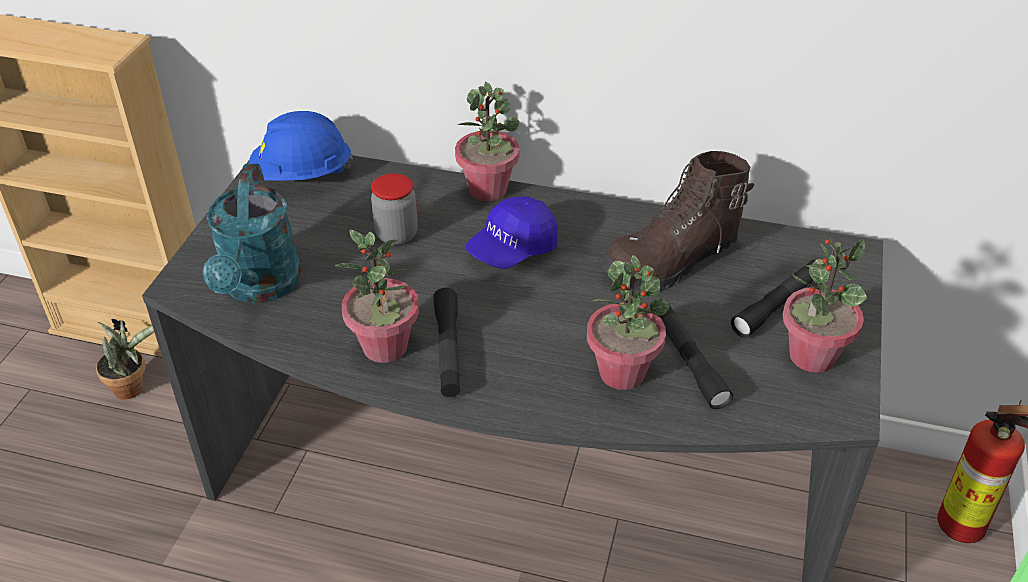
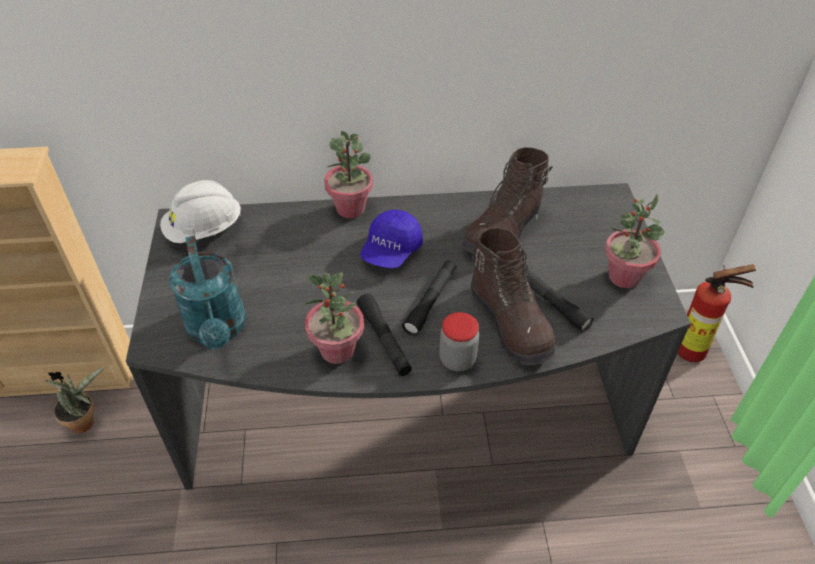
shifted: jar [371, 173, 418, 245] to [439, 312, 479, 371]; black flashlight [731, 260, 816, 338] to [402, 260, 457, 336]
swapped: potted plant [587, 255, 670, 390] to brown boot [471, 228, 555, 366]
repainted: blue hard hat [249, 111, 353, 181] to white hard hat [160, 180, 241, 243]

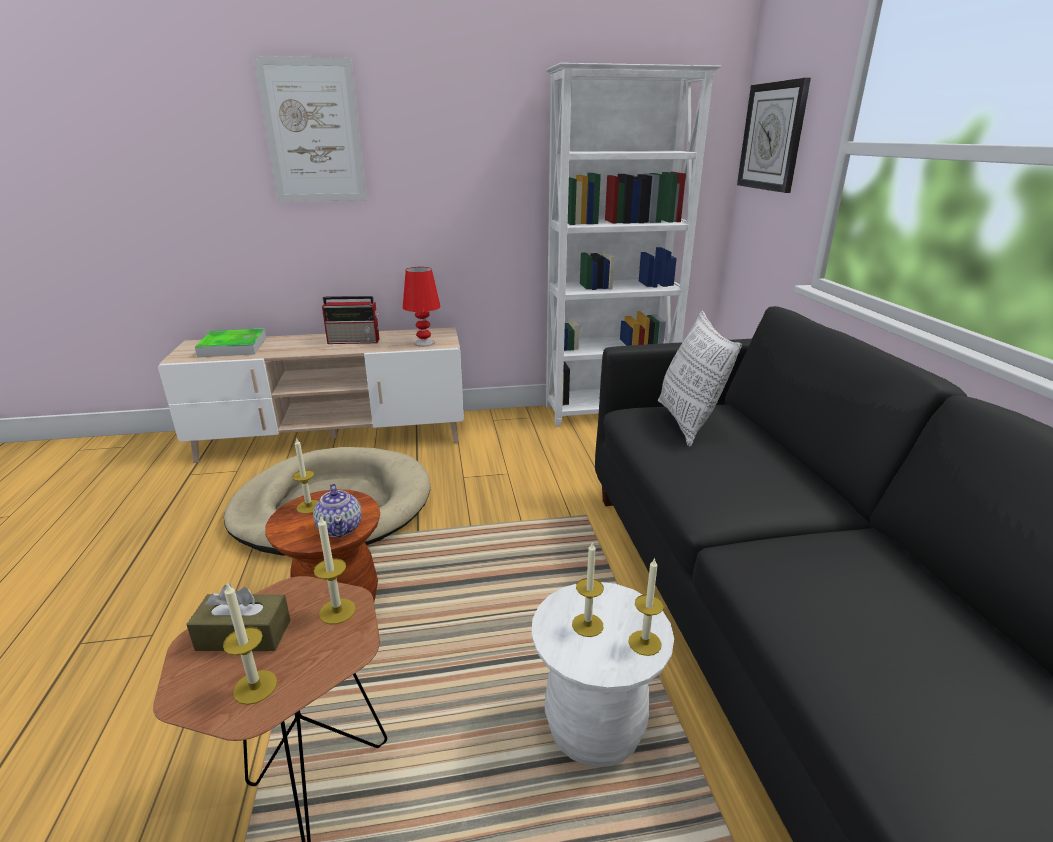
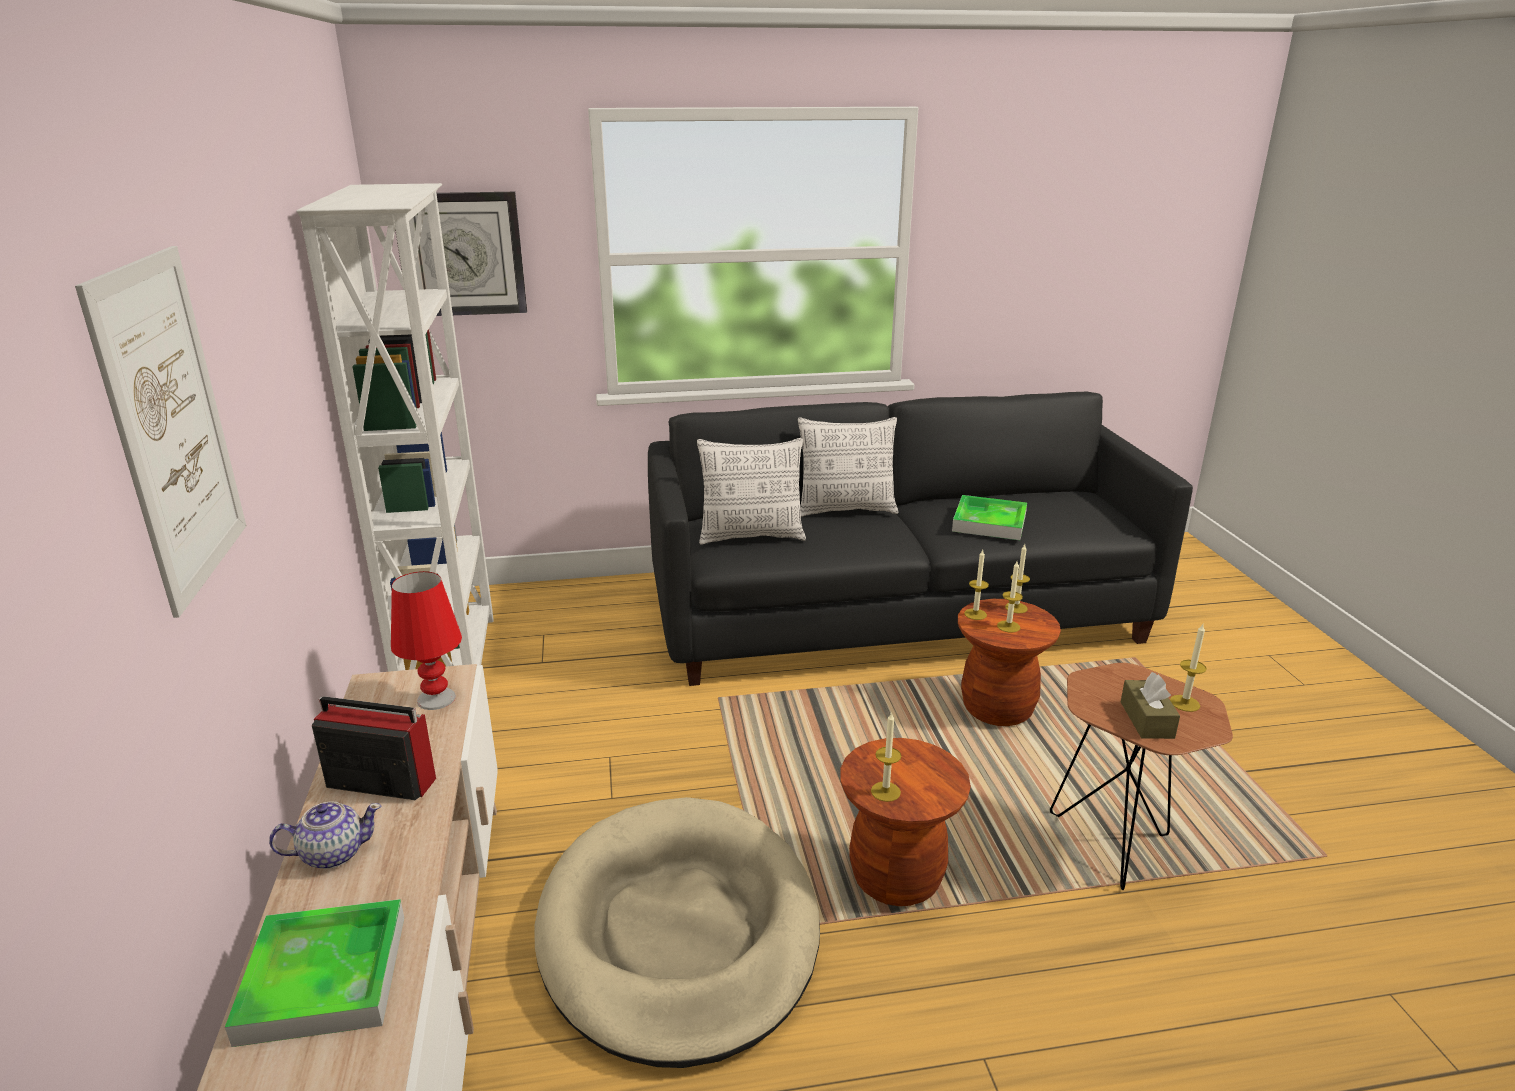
new: pillow [798, 417, 898, 517]; tray [952, 495, 1027, 540]
shifted: teapot [313, 484, 362, 537] to [269, 801, 381, 869]; candle [313, 515, 356, 624] to [964, 550, 989, 620]
repainted: white stool [532, 582, 674, 767] to brown stool [958, 599, 1061, 726]
rotated: radio [322, 296, 380, 344] = [312, 696, 436, 800] 75 degrees counterclockwise

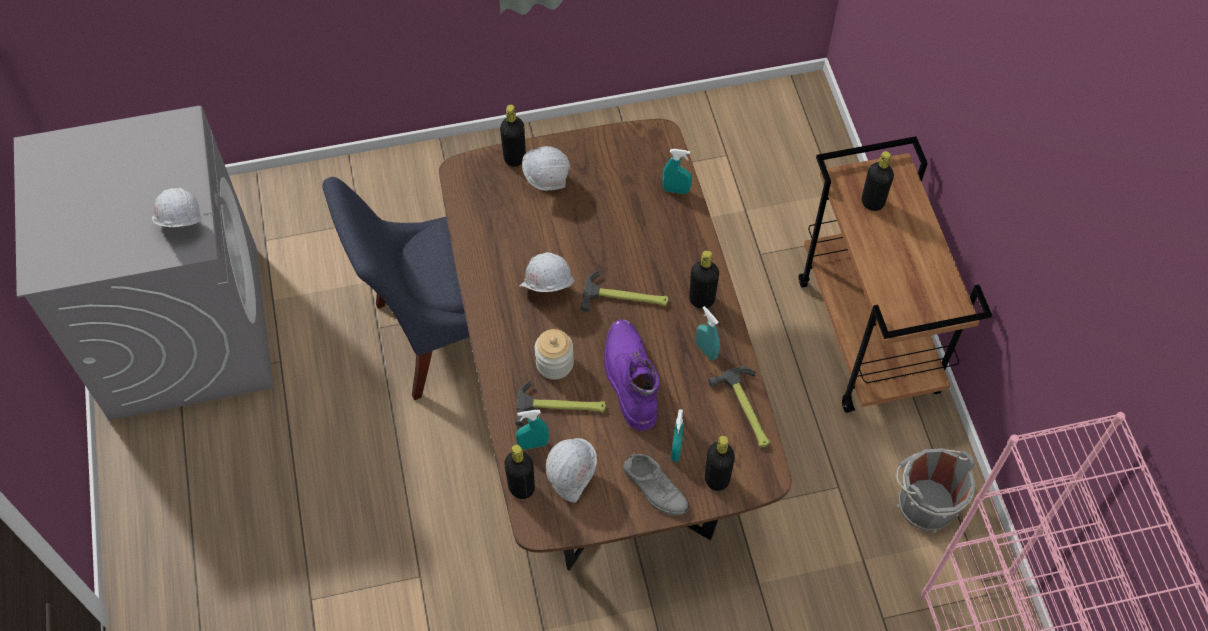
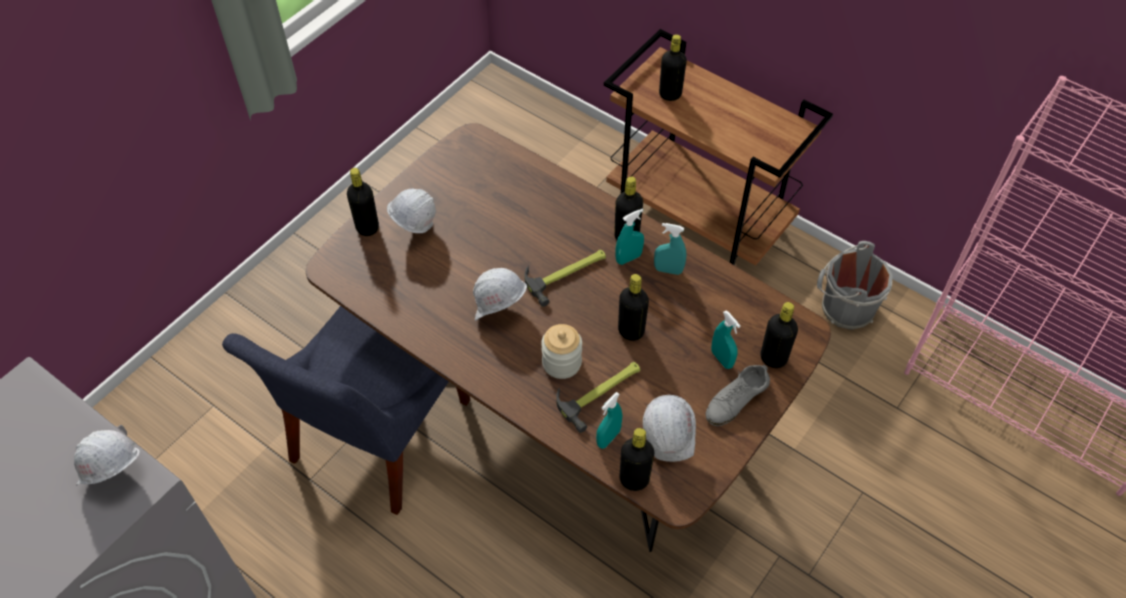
gone: hammer [708, 367, 770, 447]
shifted: turquoise spray bottle [662, 149, 692, 194] to [615, 209, 644, 265]
swapped: purple boot [604, 319, 660, 431] to black bottle [618, 274, 649, 341]
rotated: grey shoe [623, 453, 689, 515] = [706, 364, 770, 426] 135 degrees clockwise

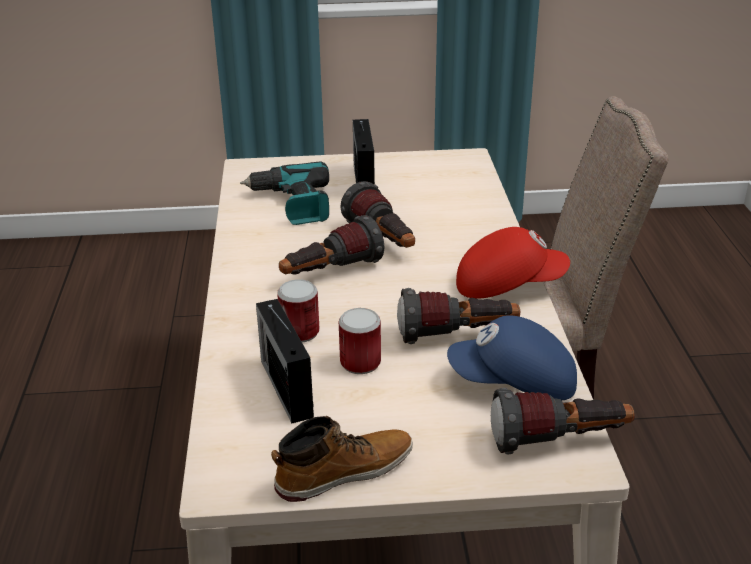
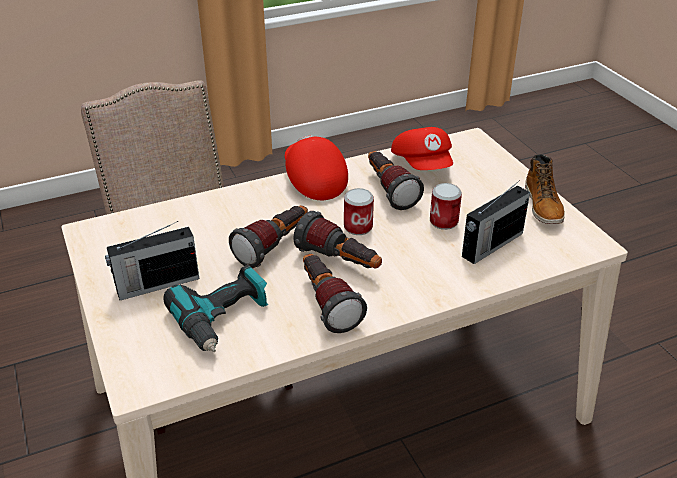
shifted: can [277, 279, 319, 343] to [344, 188, 374, 235]; flashlight [491, 388, 635, 454] to [303, 254, 367, 333]
repainted: blue cap [447, 315, 577, 400] to red cap [391, 127, 453, 170]
rotated: boot [271, 416, 413, 502] = [525, 154, 565, 224] 135 degrees counterclockwise

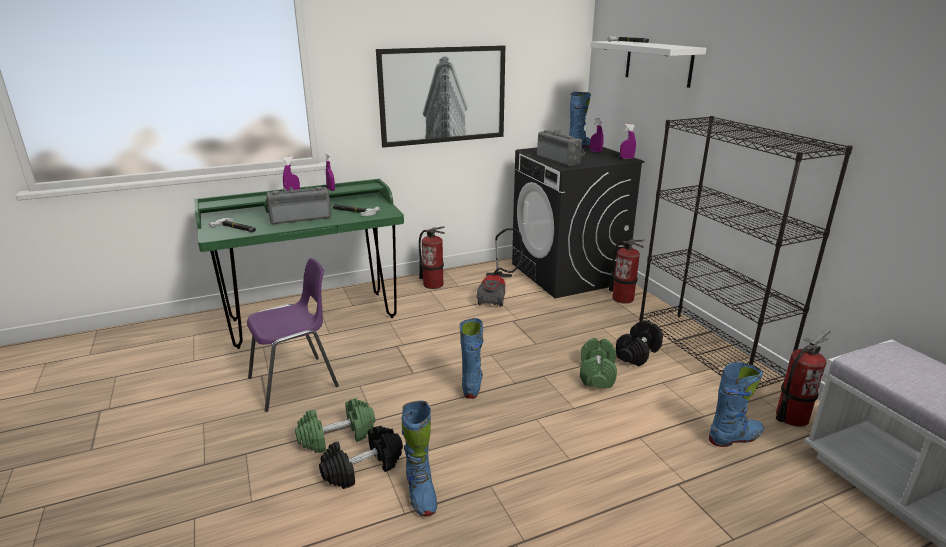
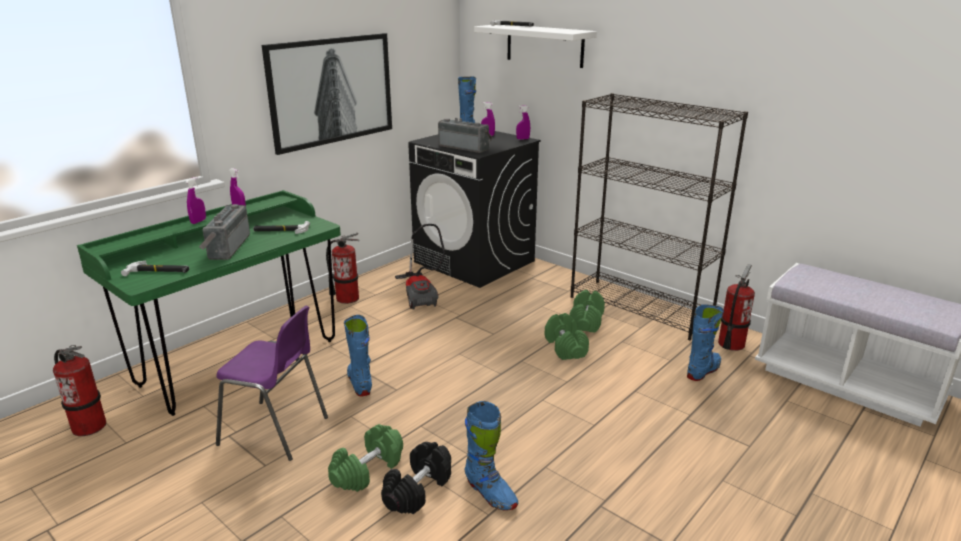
shifted: blue boot [460, 318, 484, 399] to [344, 315, 372, 397]; fire extinguisher [609, 239, 644, 304] to [53, 345, 106, 436]
repainted: black dumbbell [616, 320, 663, 367] to green dumbbell [569, 290, 605, 333]
rotated: purple chair [247, 258, 339, 412] = [216, 306, 328, 461] 75 degrees clockwise; radio [265, 187, 331, 224] = [199, 204, 250, 260] 45 degrees counterclockwise

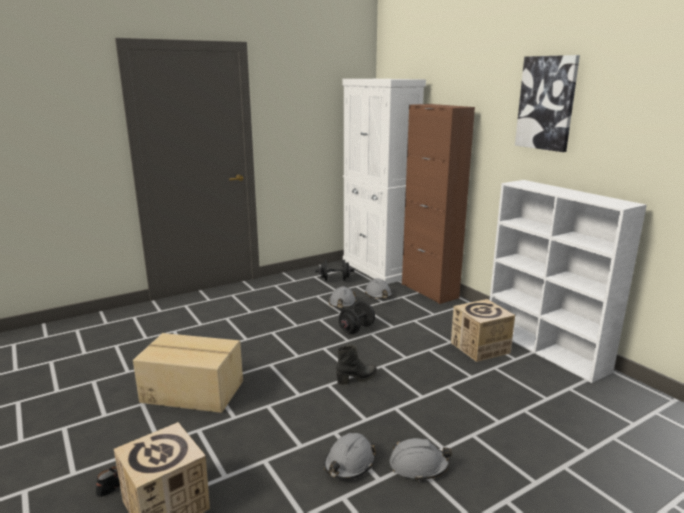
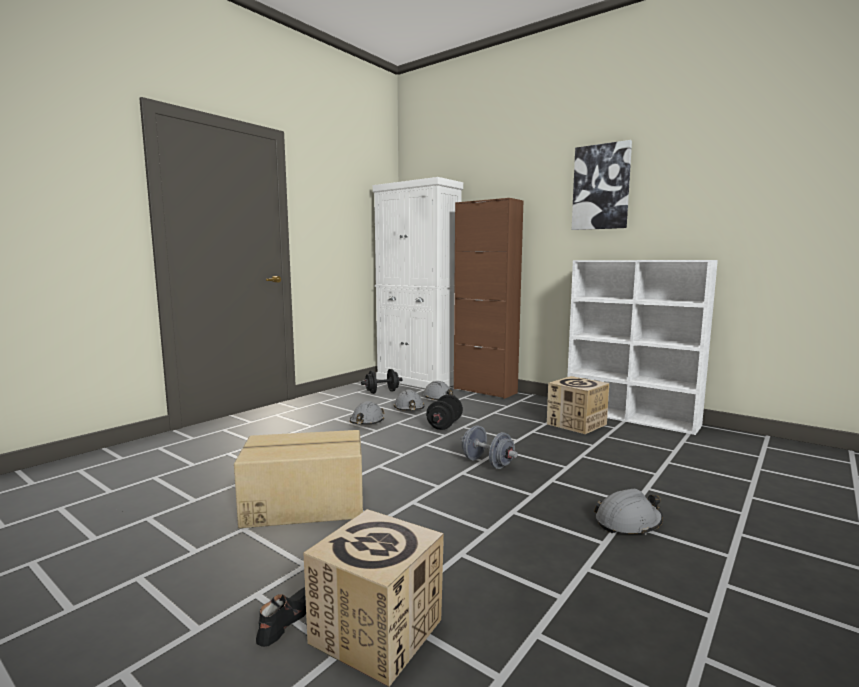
shifted: grey hard hat [324, 433, 376, 479] to [350, 401, 385, 424]
swapped: black boot [336, 345, 377, 385] to grey dumbbell [461, 425, 517, 469]

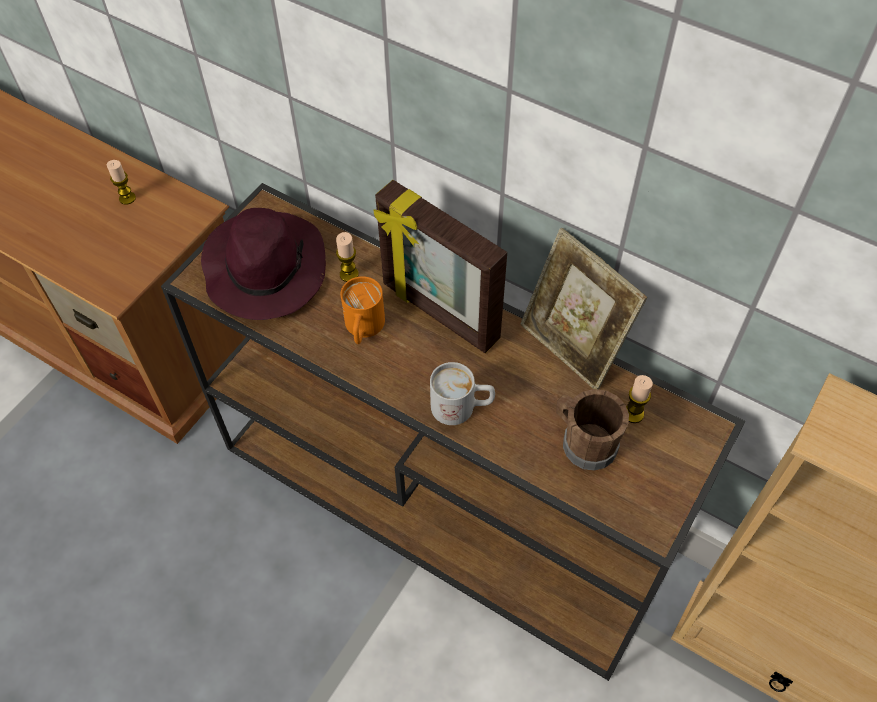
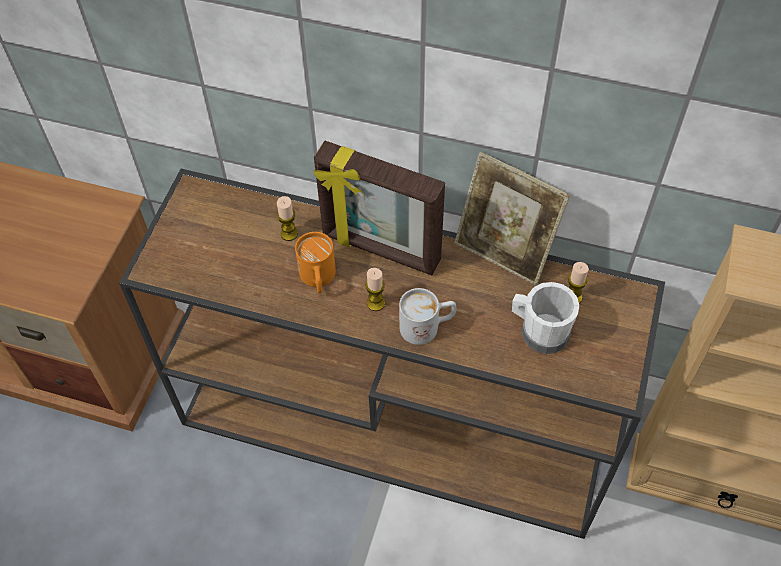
gone: purple hat [201, 208, 326, 320]
shifted: candle [107, 160, 136, 205] to [365, 268, 385, 311]
repainted: brown mug [556, 389, 629, 471] to white mug [512, 282, 579, 354]

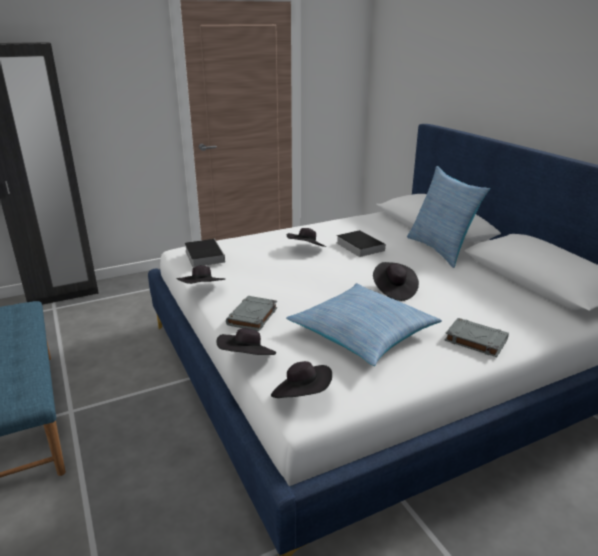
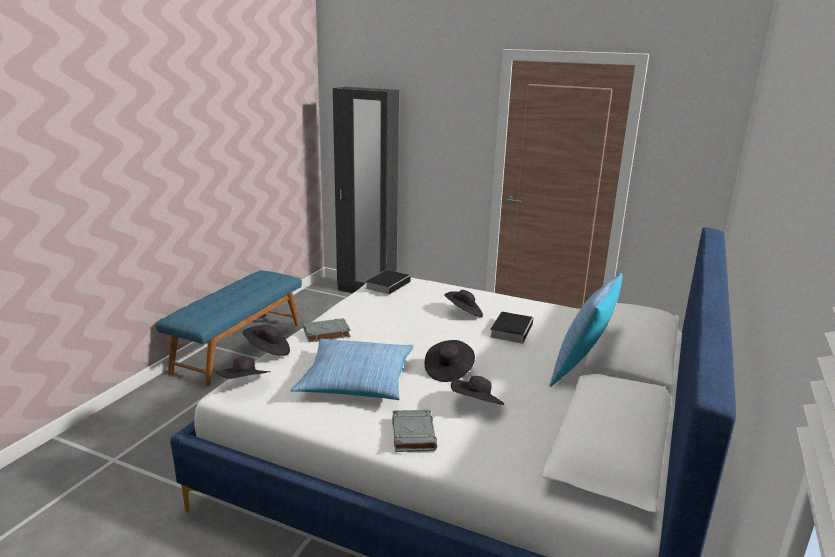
shifted: black hat [177, 265, 225, 284] to [451, 376, 504, 405]

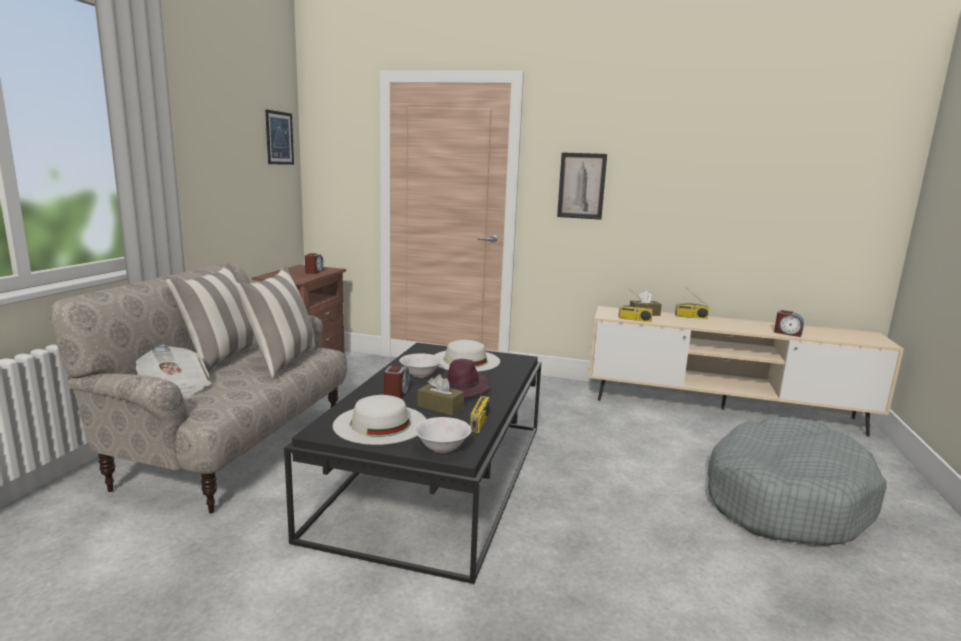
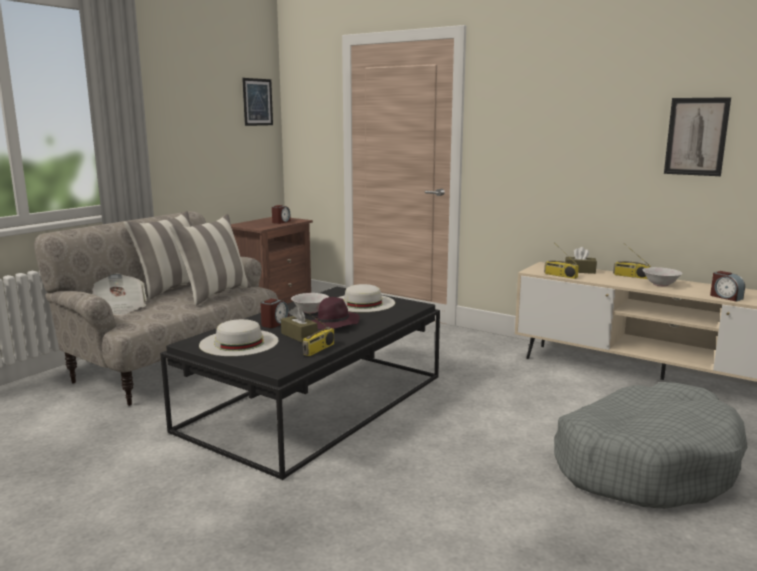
shifted: white bowl [414, 417, 472, 453] to [643, 267, 682, 286]; picture [557, 152, 607, 220] to [664, 97, 731, 176]

